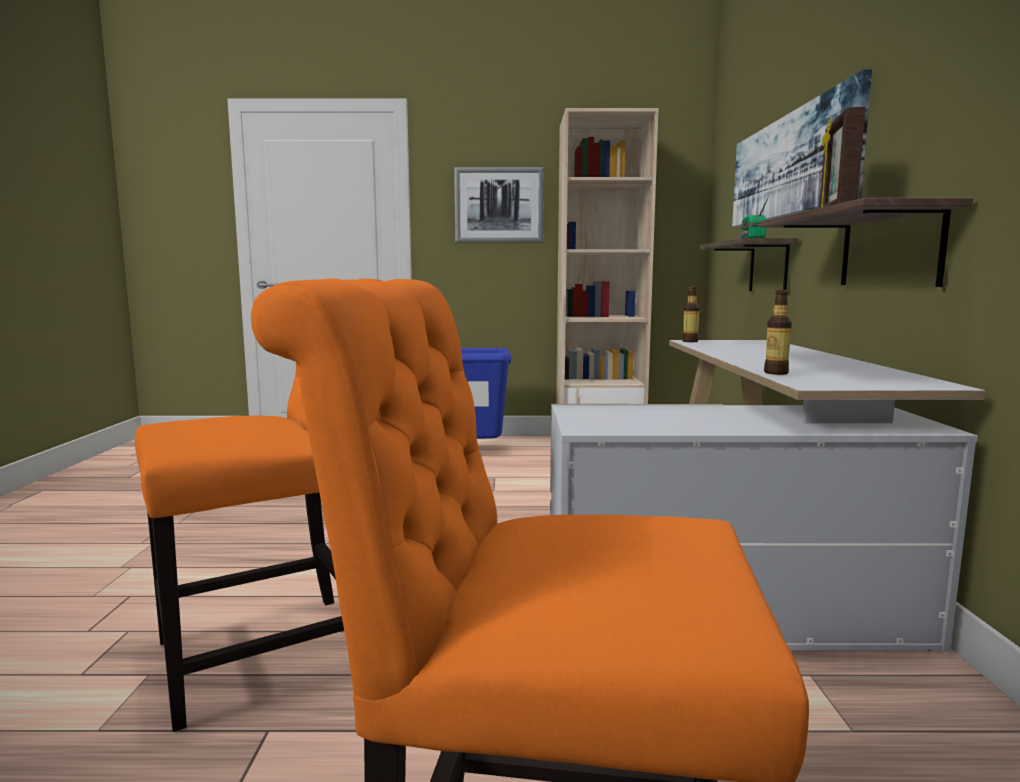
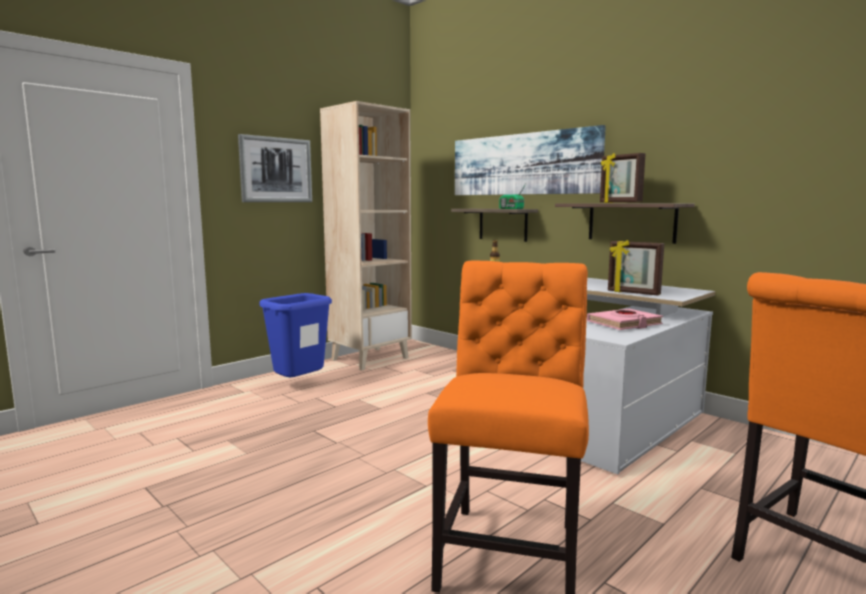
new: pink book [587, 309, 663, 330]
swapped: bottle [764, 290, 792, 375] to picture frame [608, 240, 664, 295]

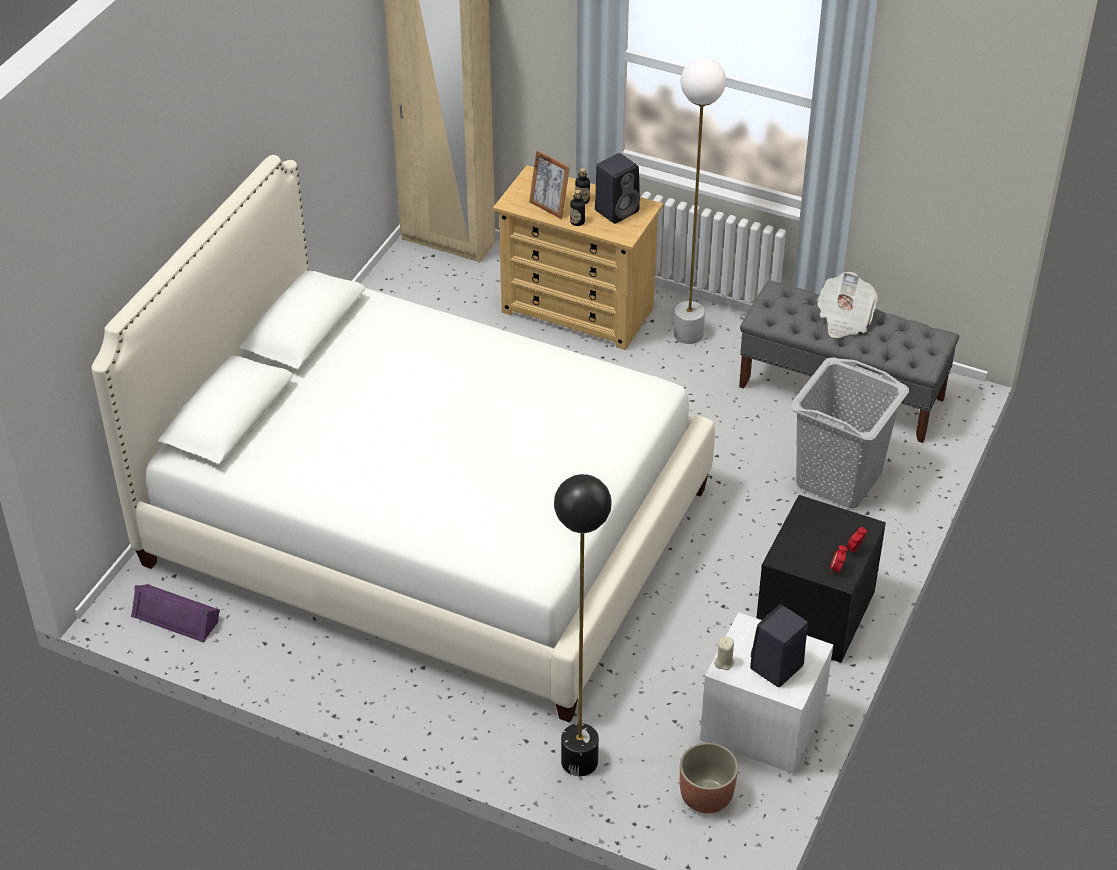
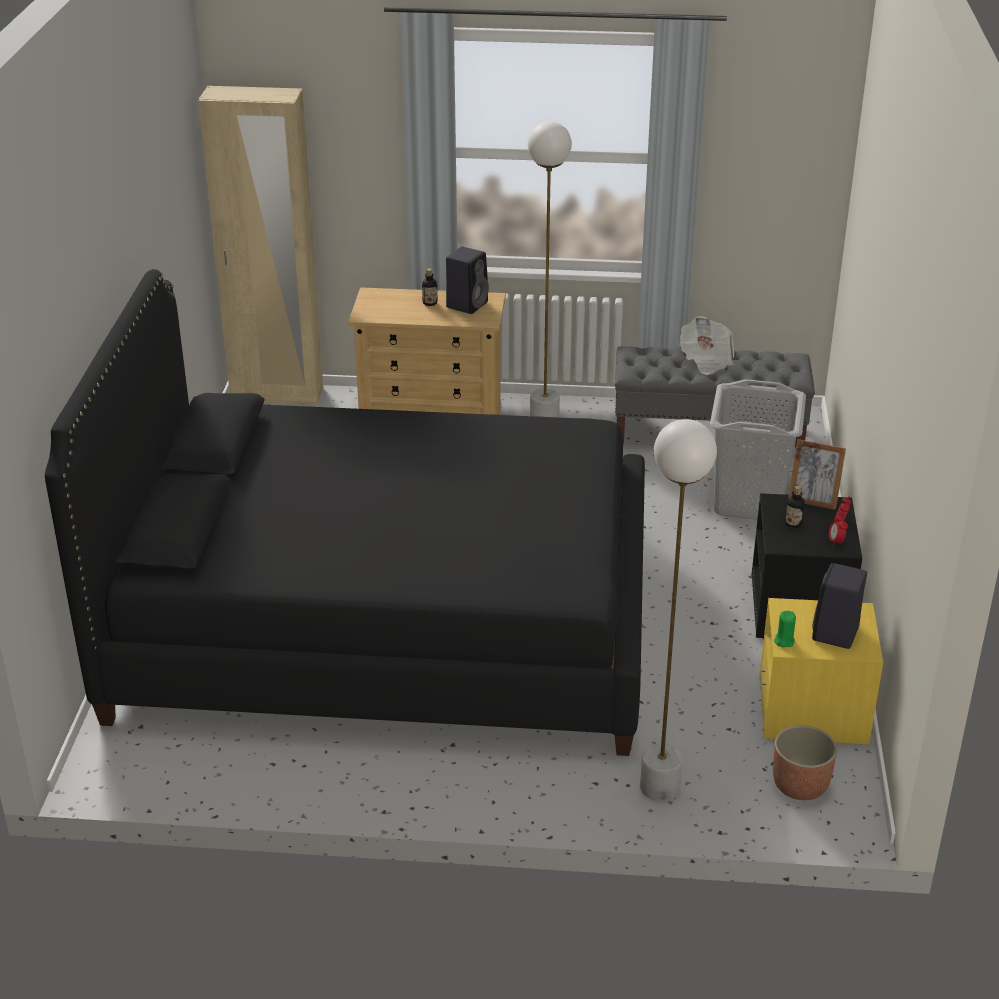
gone: purple speaker [131, 584, 220, 643]
shifted: picture frame [529, 150, 570, 219] to [788, 439, 846, 510]; bottle [570, 190, 585, 226] to [785, 486, 805, 528]
repainted: white bed [91, 155, 715, 723] to black bed [45, 269, 645, 756]; black floor lamp [554, 474, 611, 776] to white floor lamp [640, 419, 717, 801]; white nightstand [700, 612, 833, 774] to yellow nightstand [759, 598, 883, 746]; beige candle [714, 637, 734, 670] to green candle [774, 611, 796, 647]

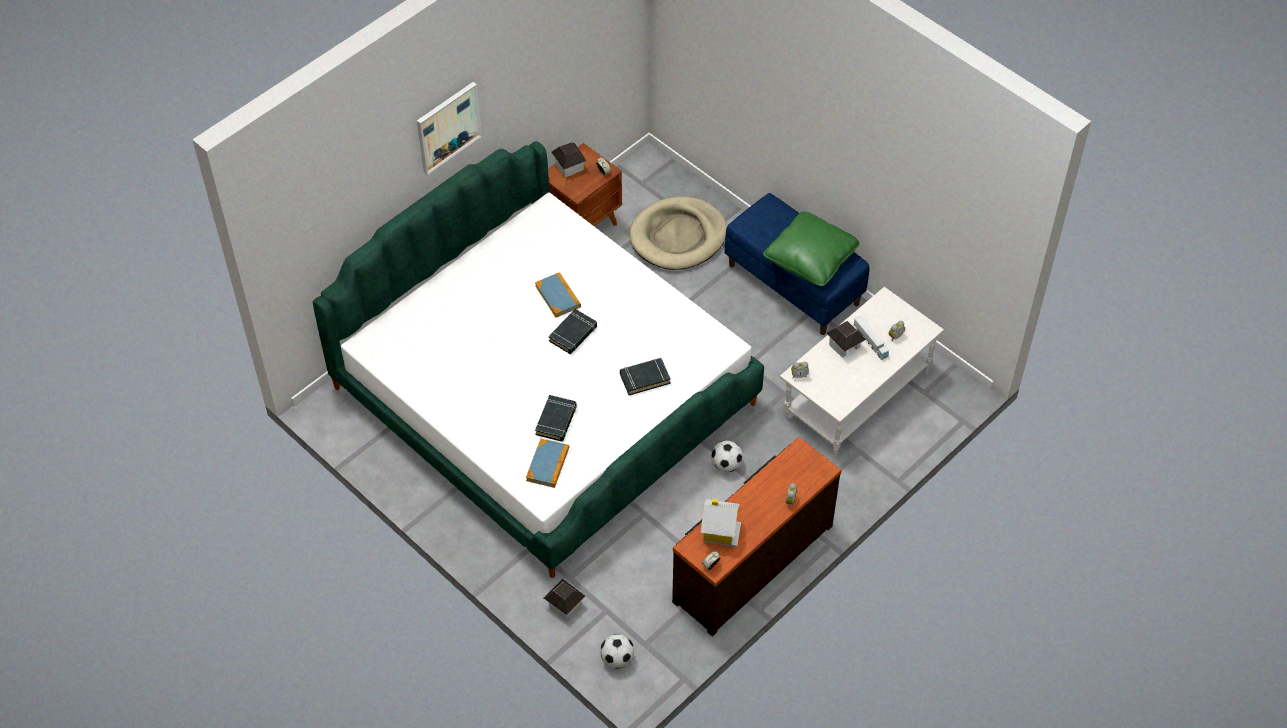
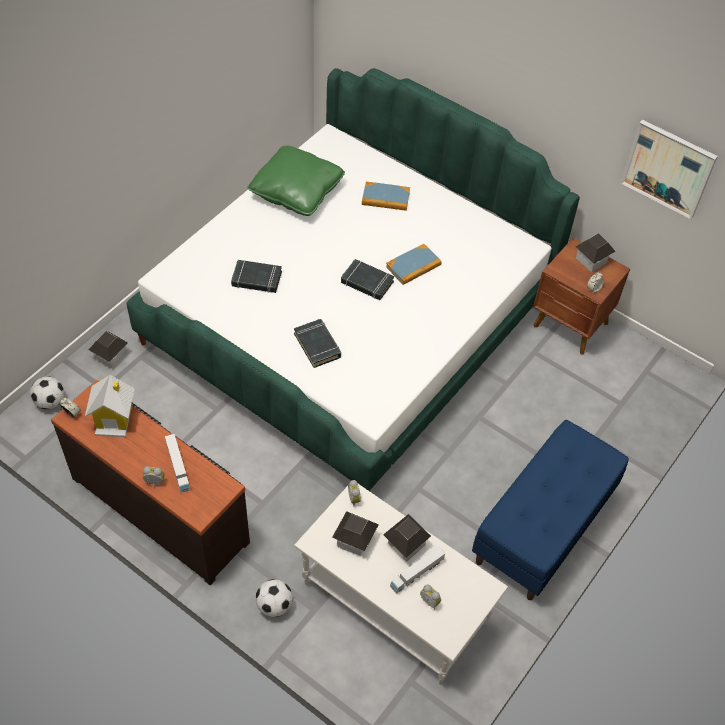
gone: beige dog bed [629, 197, 727, 270]
new: toy truck [165, 434, 190, 493]; toy house [332, 511, 379, 556]
shifted: picture [417, 82, 482, 175] to [621, 120, 718, 219]; book [526, 439, 569, 488] to [362, 182, 410, 211]; football [711, 440, 743, 472] to [256, 579, 293, 617]; green pillow [763, 211, 860, 286] to [248, 146, 345, 216]

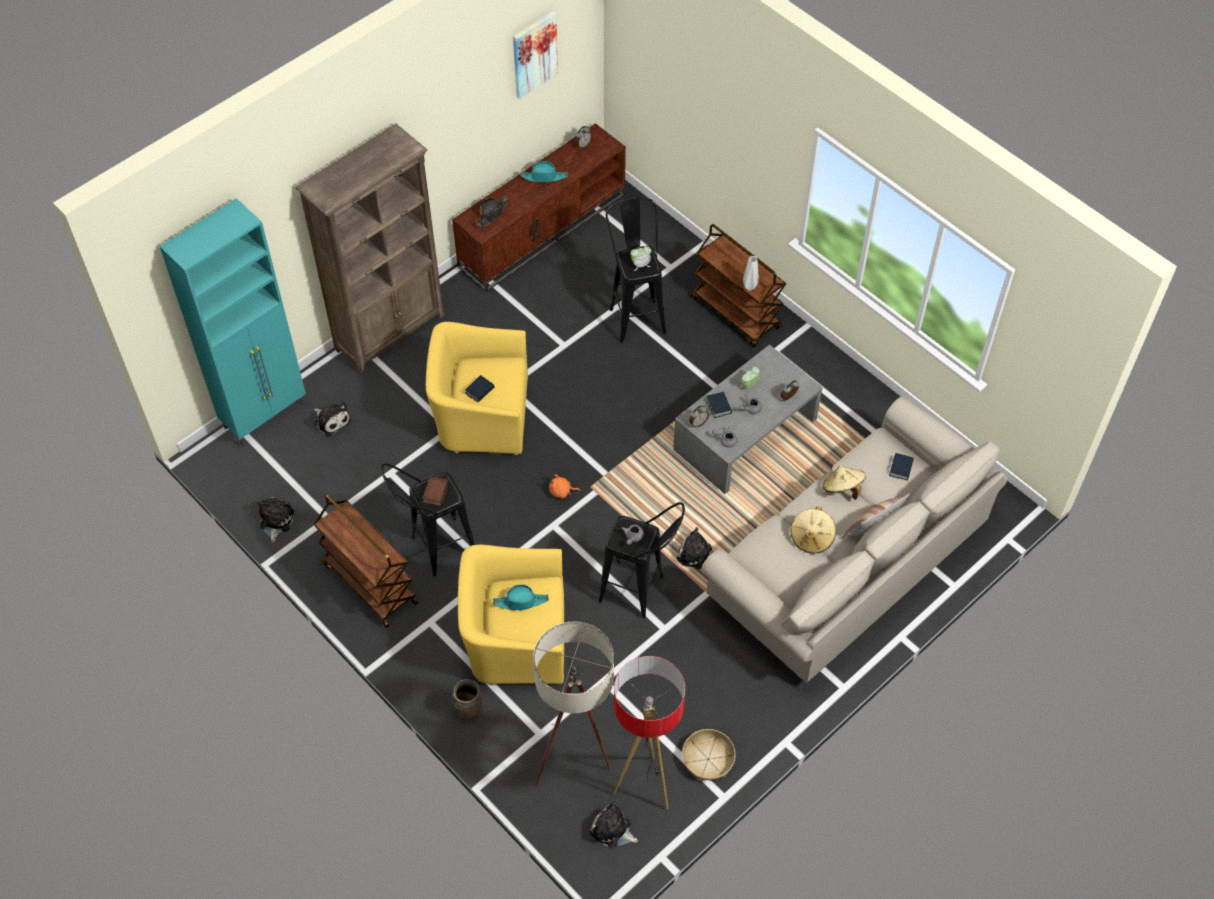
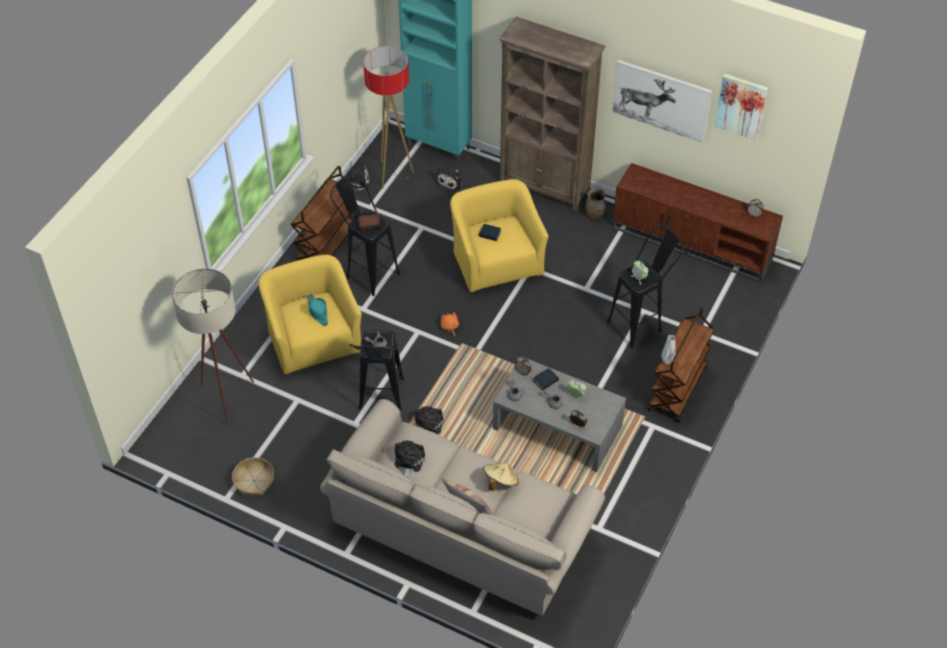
gone: black hat [476, 196, 508, 227]; turquoise hat [520, 161, 568, 182]; beige hat [790, 507, 836, 554]; book [889, 453, 914, 480]
new: picture [612, 60, 712, 143]
shifted: brown vase [452, 679, 482, 719] to [586, 188, 606, 220]; plush toy [590, 802, 638, 848] to [394, 440, 425, 478]; floor lamp [614, 656, 685, 809] to [363, 46, 414, 188]

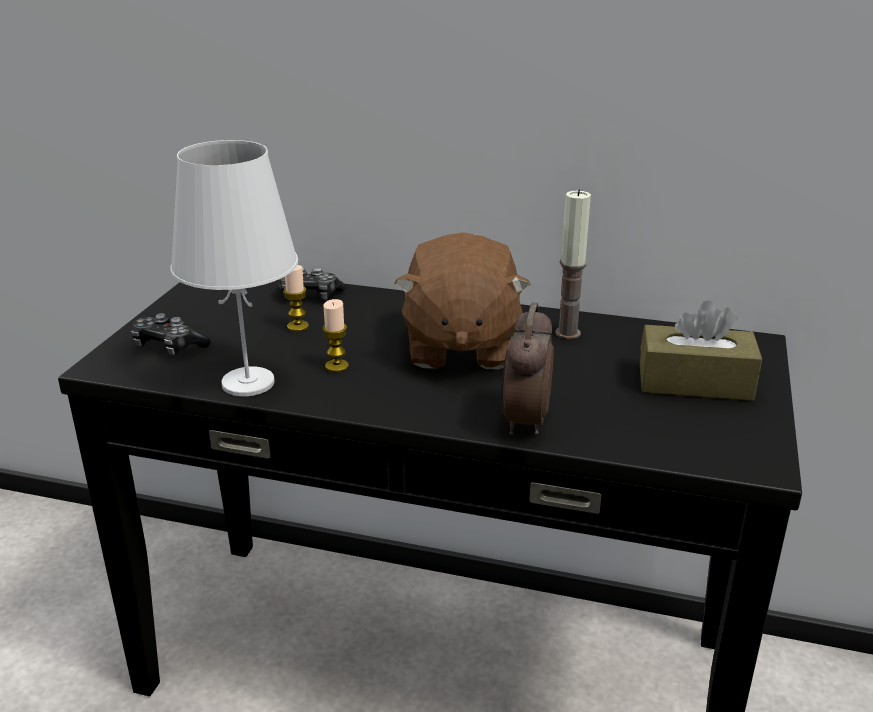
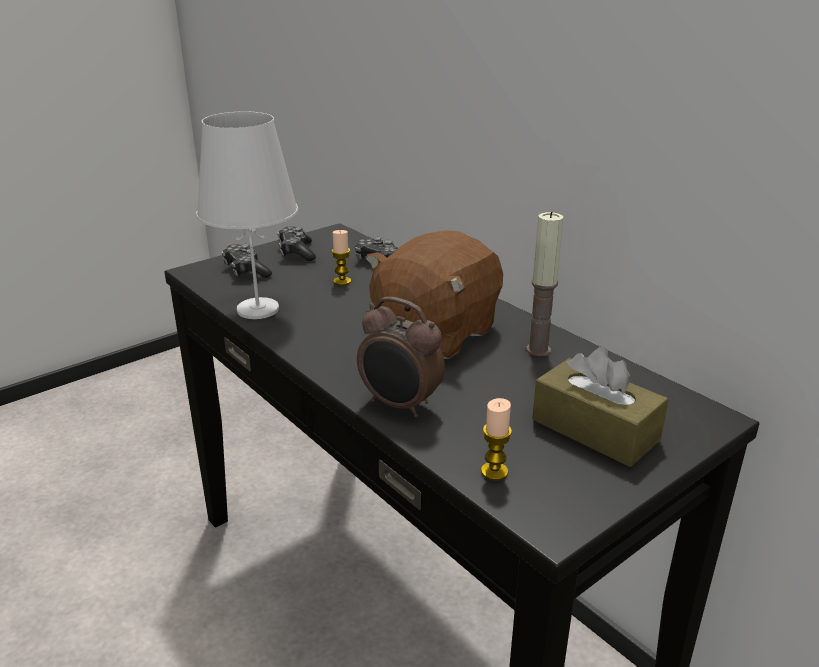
new: game controller [277, 226, 316, 261]
shifted: candle [322, 299, 349, 372] to [481, 398, 512, 481]
rotated: alarm clock [501, 302, 554, 436] = [357, 297, 445, 418] 105 degrees counterclockwise

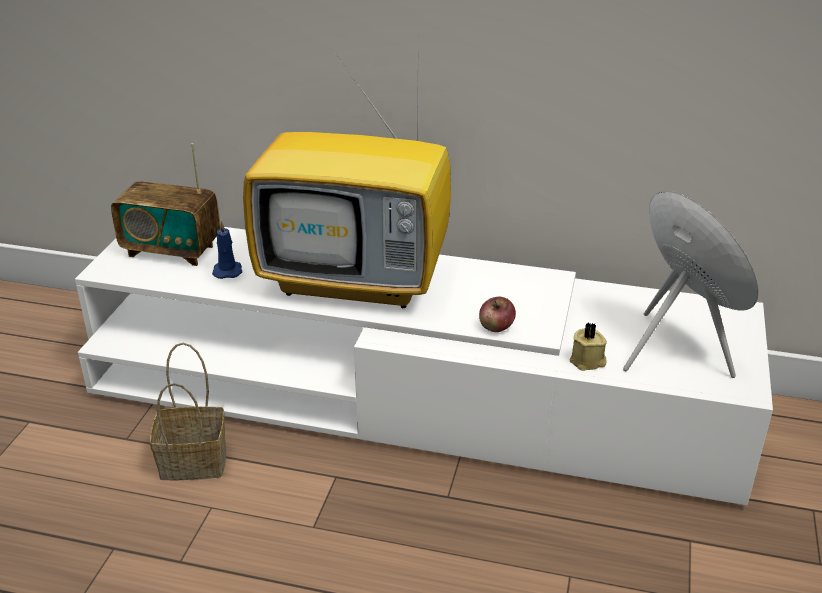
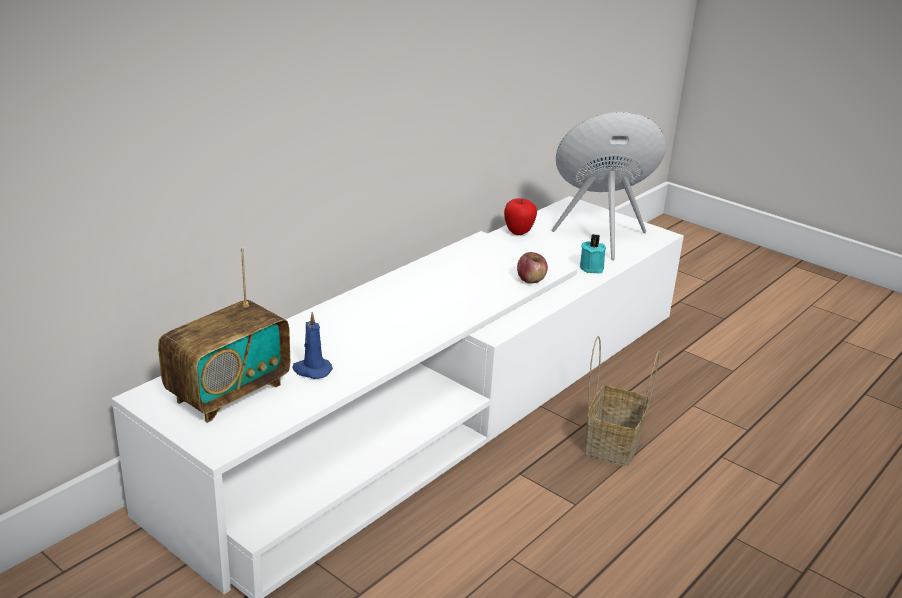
gone: television [243, 43, 451, 308]
new: apple [504, 198, 537, 235]
shifted: basket [150, 343, 226, 480] to [584, 336, 660, 466]
repainted: beige candle [570, 322, 607, 371] to turquoise candle [580, 234, 606, 273]

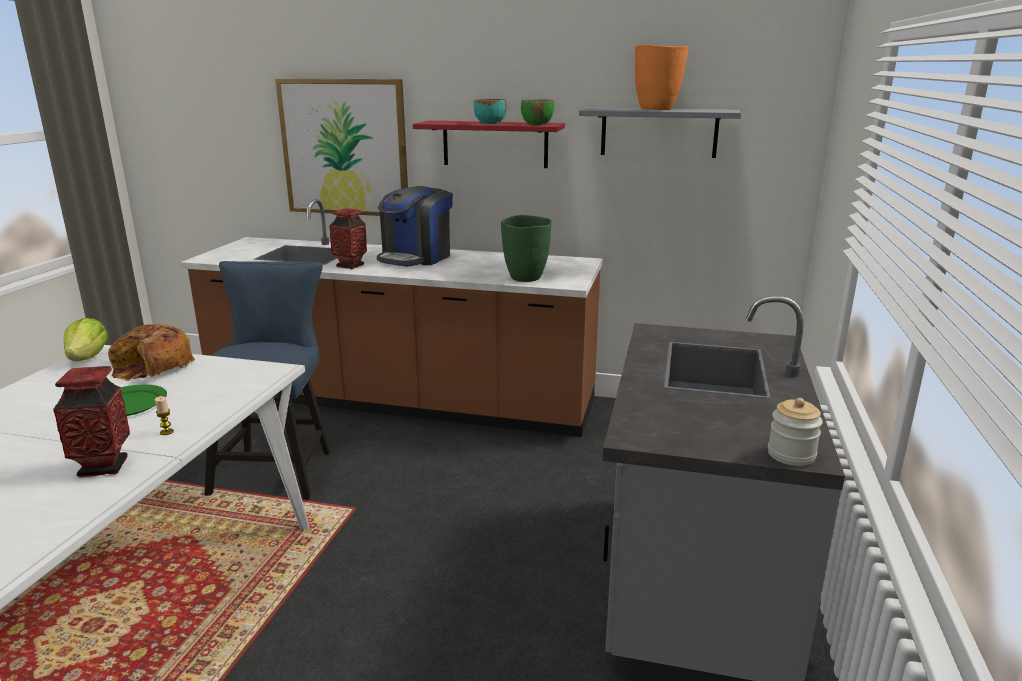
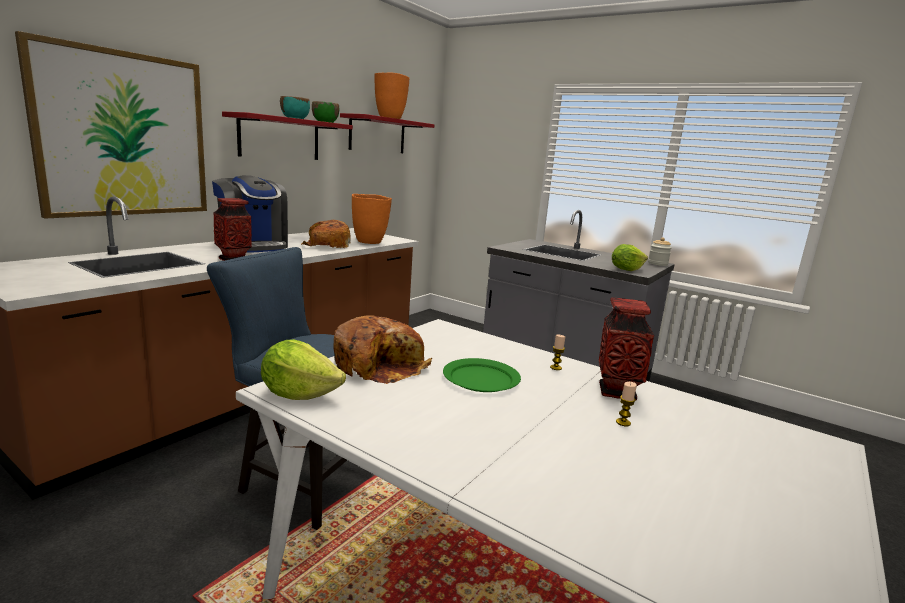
new: bread [301, 220, 351, 248]; lettuce [612, 244, 648, 271]; candle [616, 382, 637, 426]
repainted: green vase [501, 215, 552, 282] to orange vase [352, 194, 392, 244]; grey shelf [579, 108, 741, 158] to red shelf [340, 113, 434, 153]

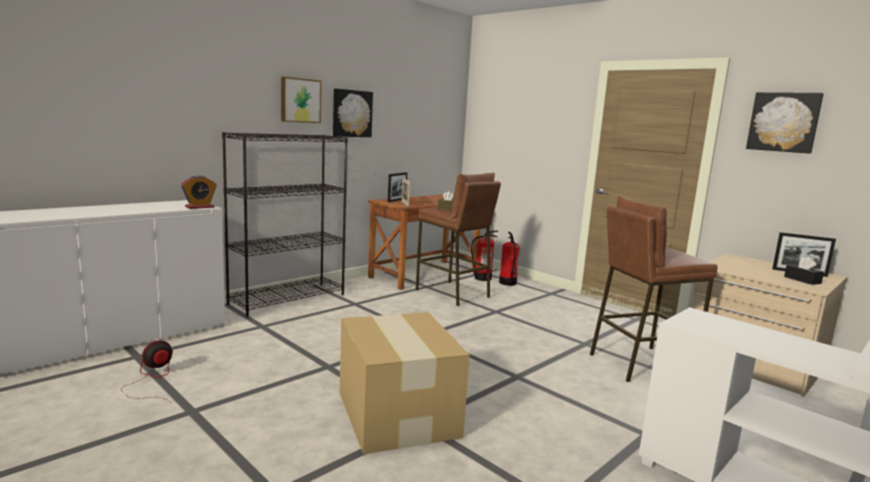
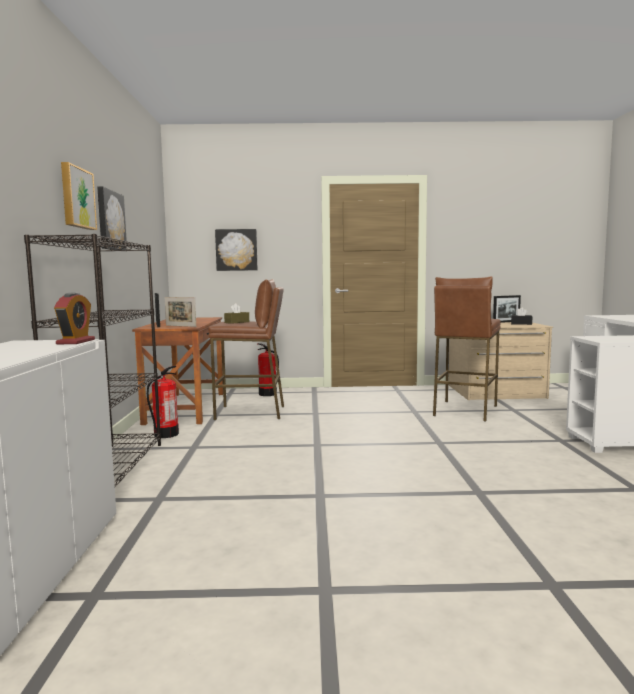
gone: fan [121, 340, 173, 402]; cardboard box [340, 312, 470, 454]
shifted: fire extinguisher [471, 231, 498, 281] to [147, 366, 179, 438]; picture [746, 92, 824, 154] to [215, 229, 258, 271]

